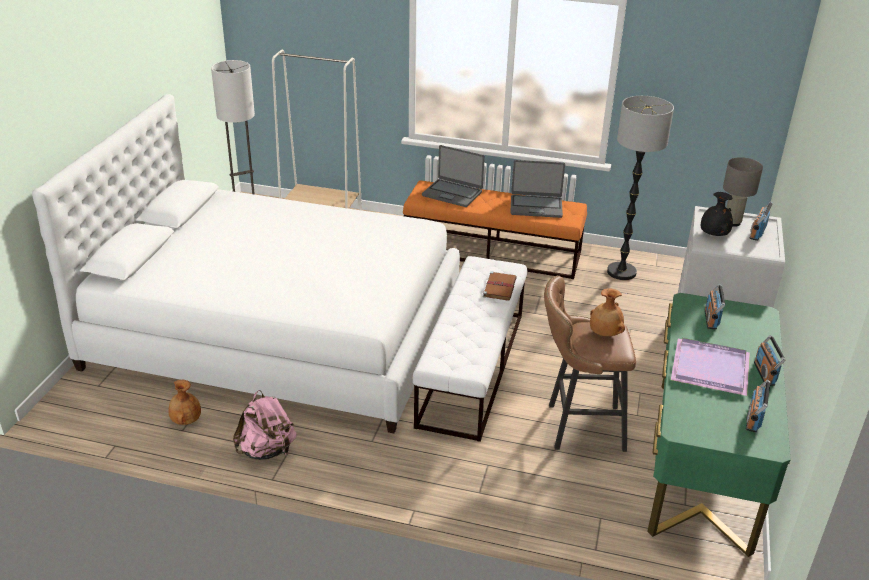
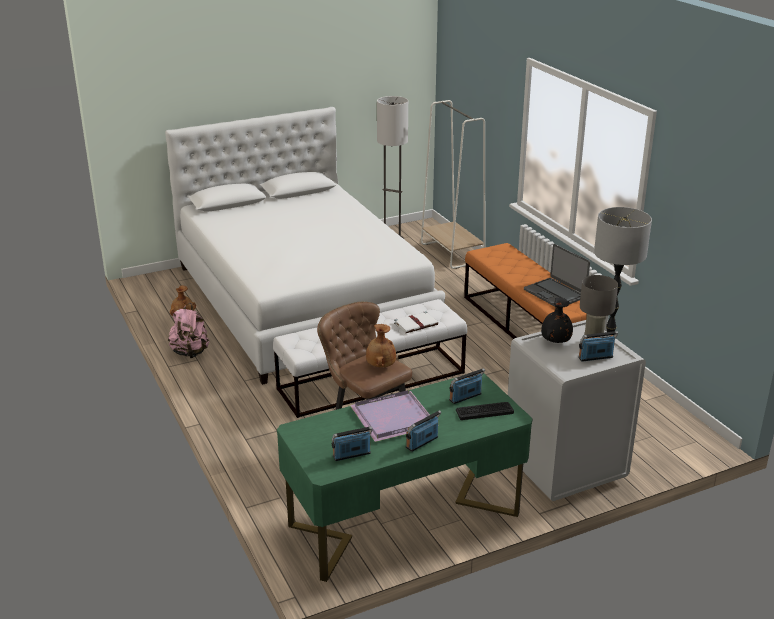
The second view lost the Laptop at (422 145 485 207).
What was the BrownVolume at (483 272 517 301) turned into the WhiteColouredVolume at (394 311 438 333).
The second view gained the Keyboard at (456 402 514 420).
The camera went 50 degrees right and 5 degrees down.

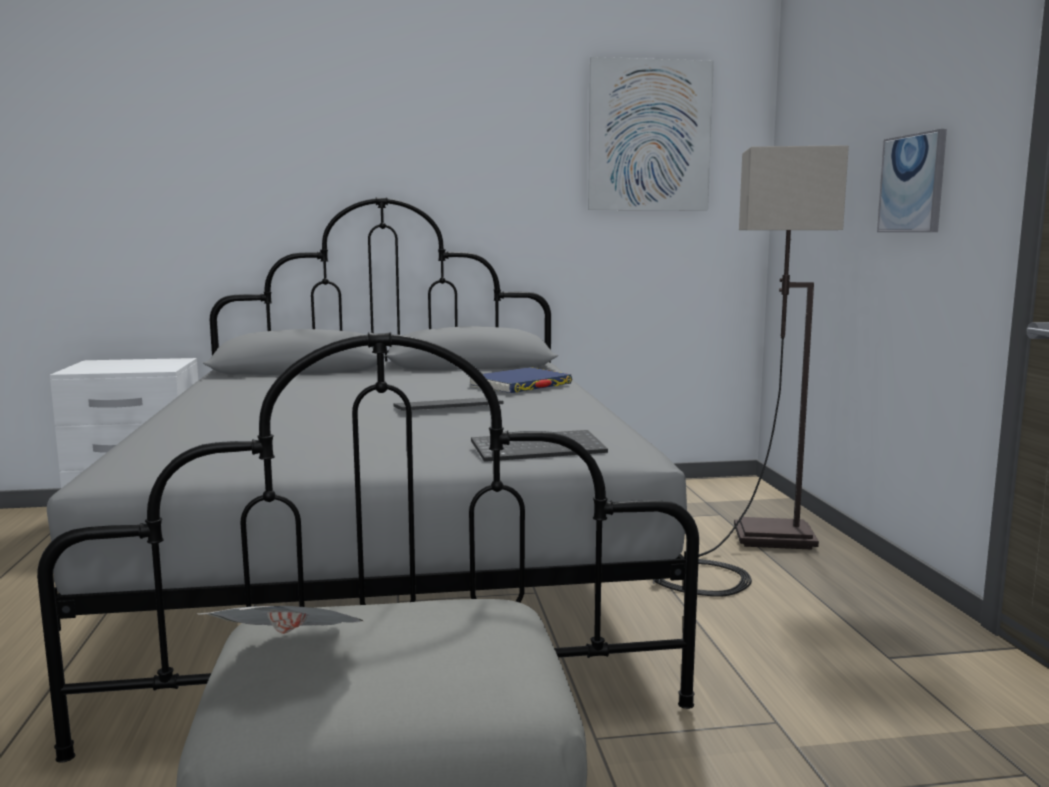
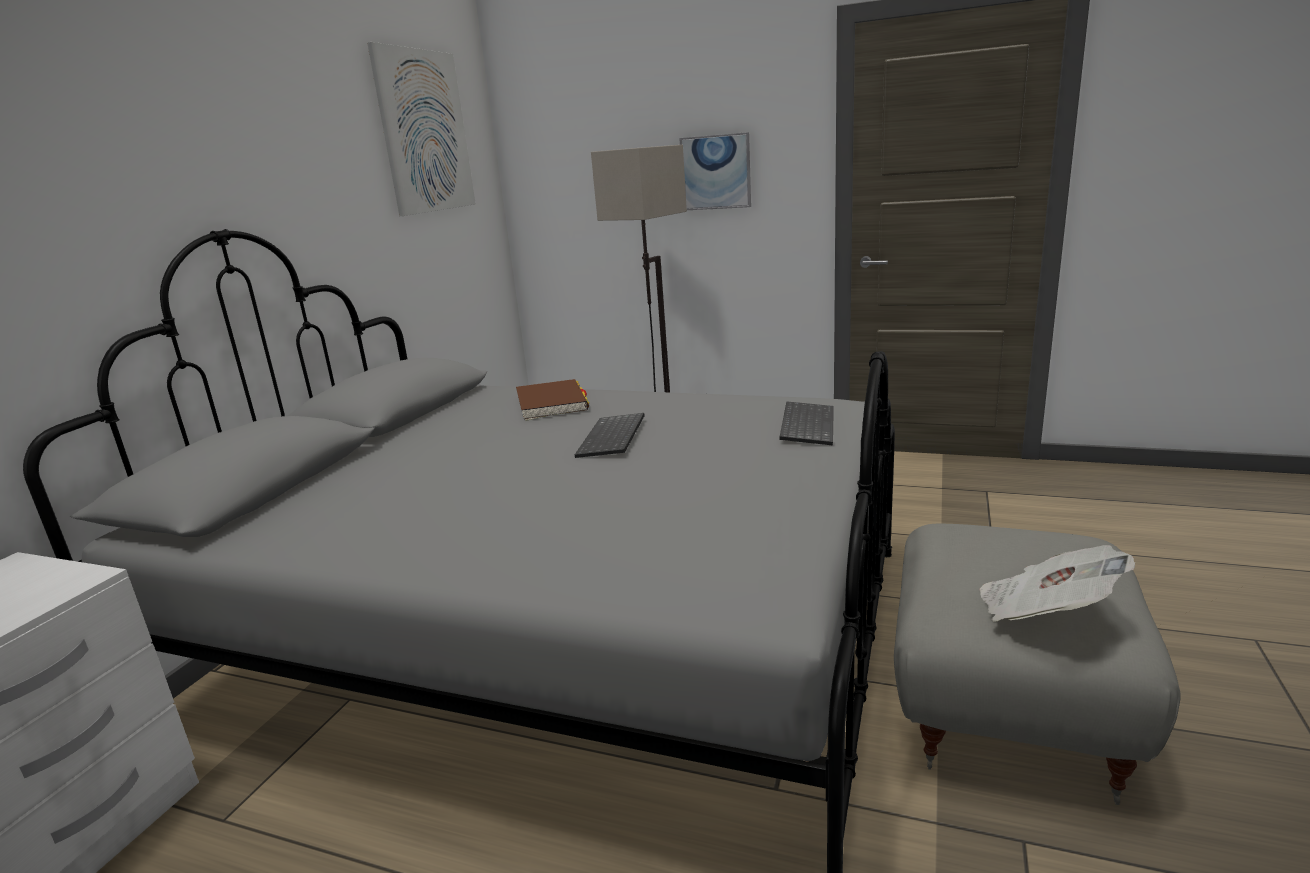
What was the BlueColouredVolume at (471 367 572 393) turned into the BrownVolume at (516 379 589 421).
The camera went 60 degrees left and 10 degrees up.

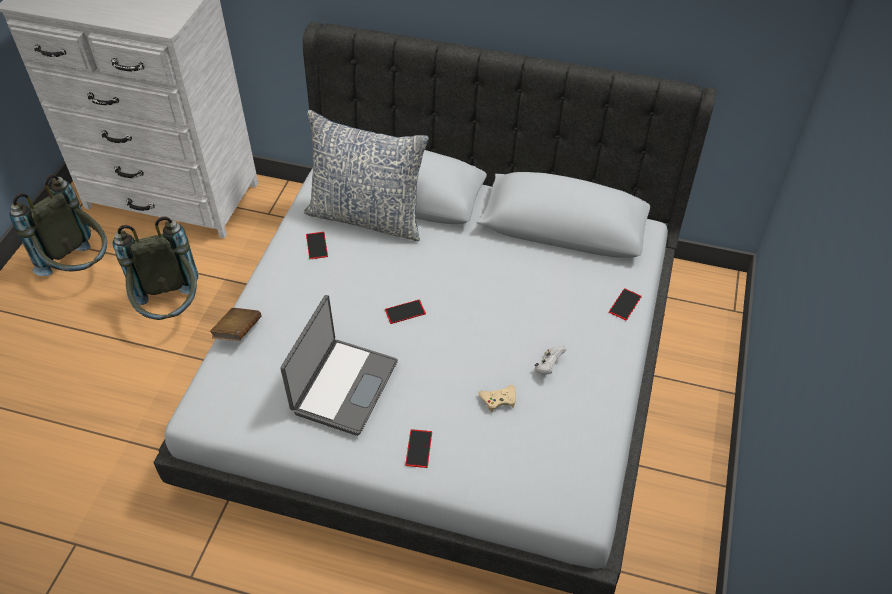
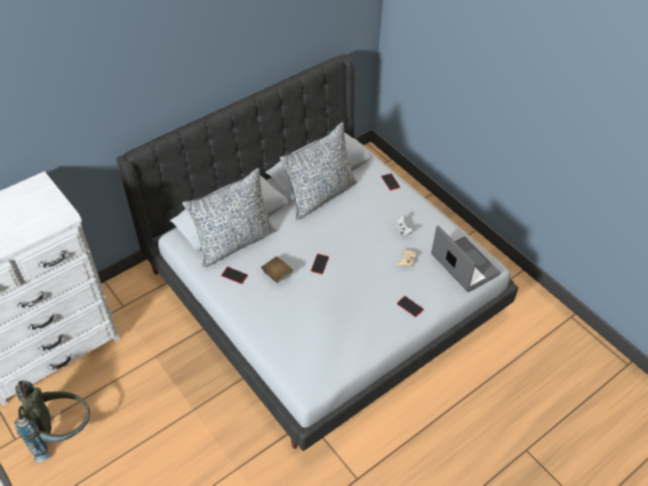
The second view lost the GreyRucksack at (112 217 198 320).
The BrownVolume ended up elsewhere, having gone from (210 308 262 341) to (261 257 293 283).
The Laptop ended up elsewhere, having gone from (280 295 398 436) to (431 226 501 292).
The second view gained the Cushion at (280 122 357 220).
The camera went 55 degrees left and 0 degrees up.

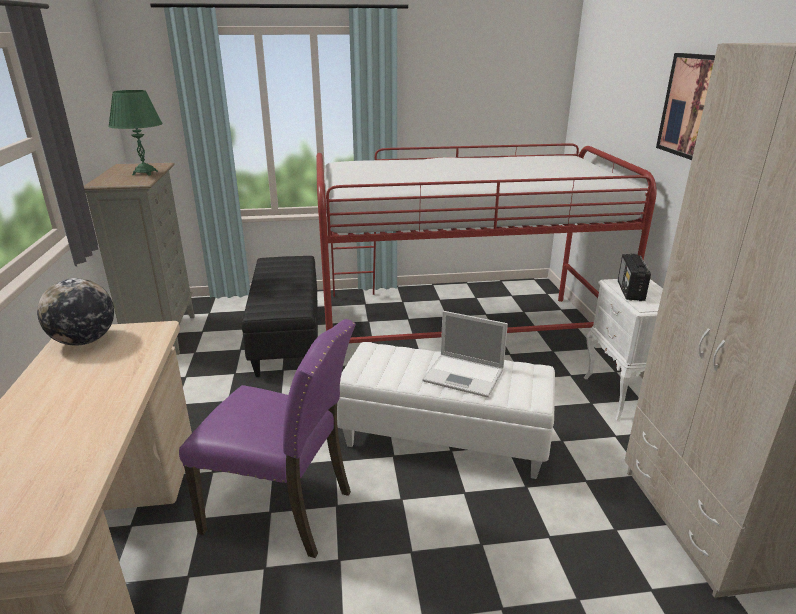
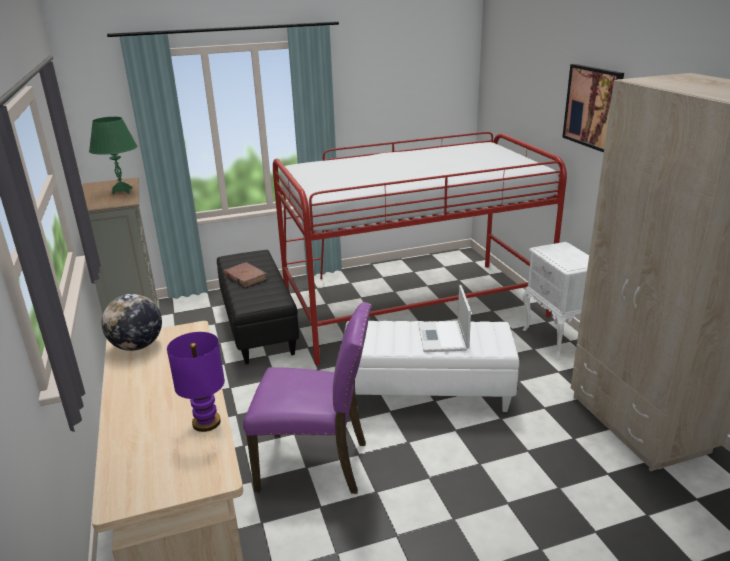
The Laptop at (422 311 508 398) ended up facing another way, 75 degrees clockwise from before.
The second view lost the RadioSet at (618 254 651 301).
The second view gained the PurpleTabletopLamp at (167 332 225 432).
The second view gained the BrownVolume at (224 262 268 287).
The camera went 10 degrees left and 0 degrees up.

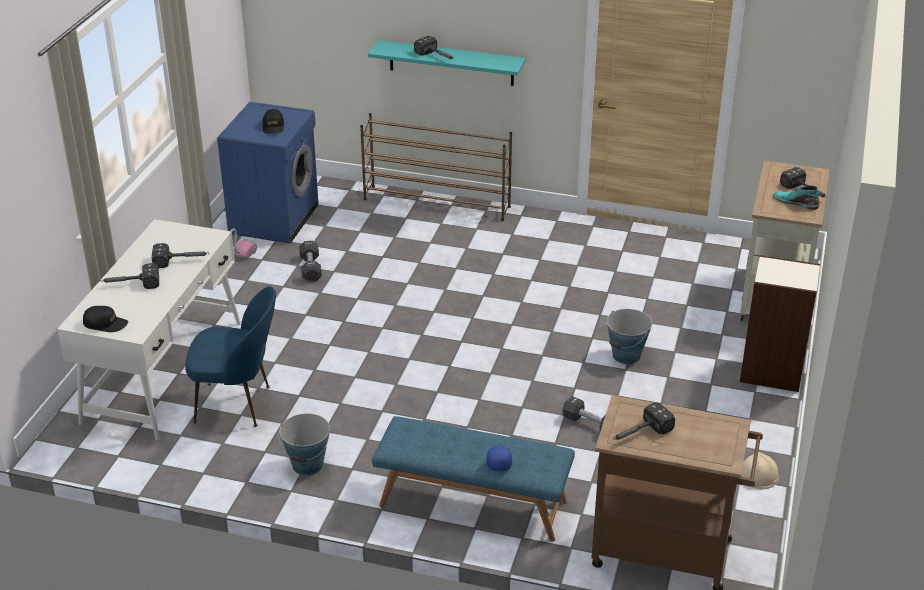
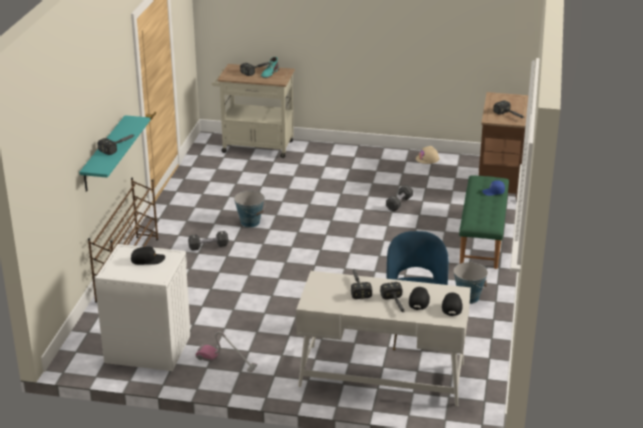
What was the BlueColouredLaundryMachine at (217 102 319 244) turned into the WhiteColouredLaundryMachine at (95 244 191 371).
The BlackColouredHandWeight ended up elsewhere, having gone from (299 241 322 282) to (188 231 229 251).
What was the BlueColouredIndoorBench at (372 416 575 542) turned into the GreenColouredIndoorBench at (459 175 509 269).
The Bucket ended up elsewhere, having gone from (605 309 652 364) to (234 191 265 228).
The second view lost the Bookcase at (740 255 820 392).
The second view gained the BlackColouredPeakedCap at (409 287 430 310).
The camera went 95 degrees left and 5 degrees down.

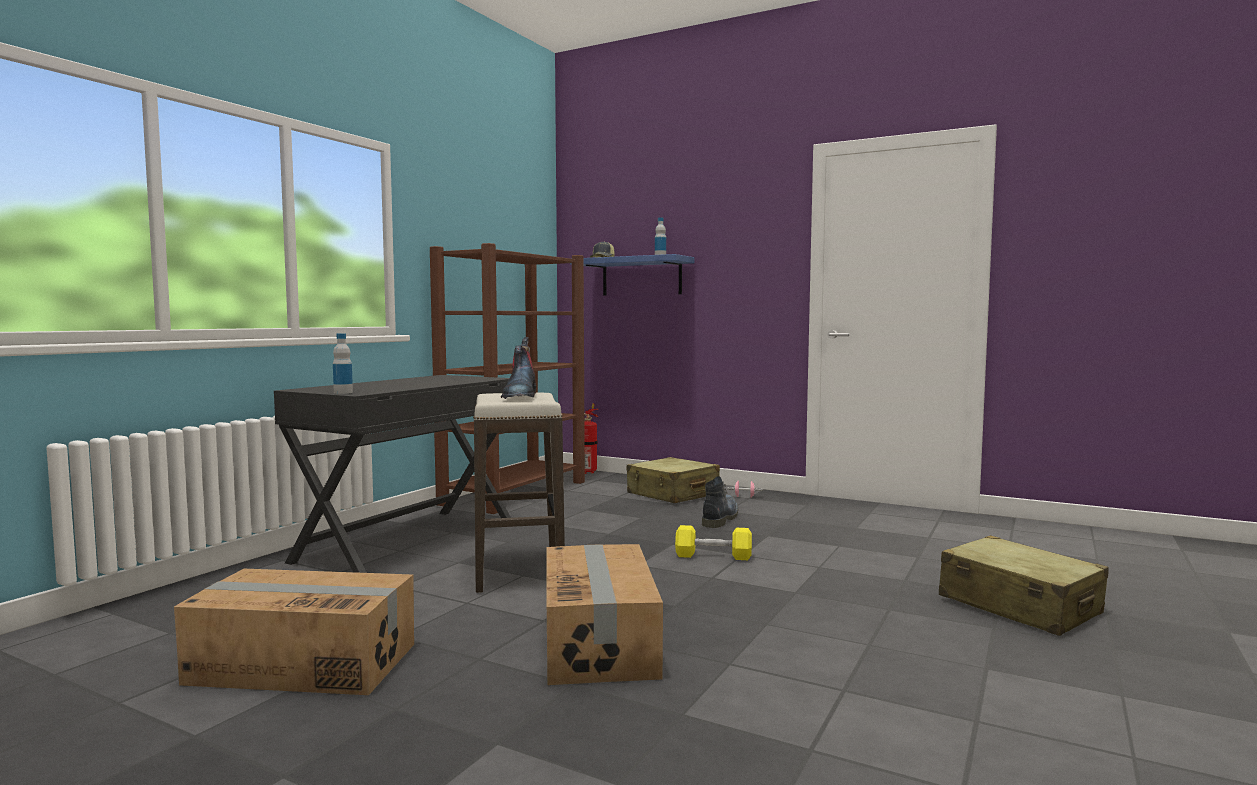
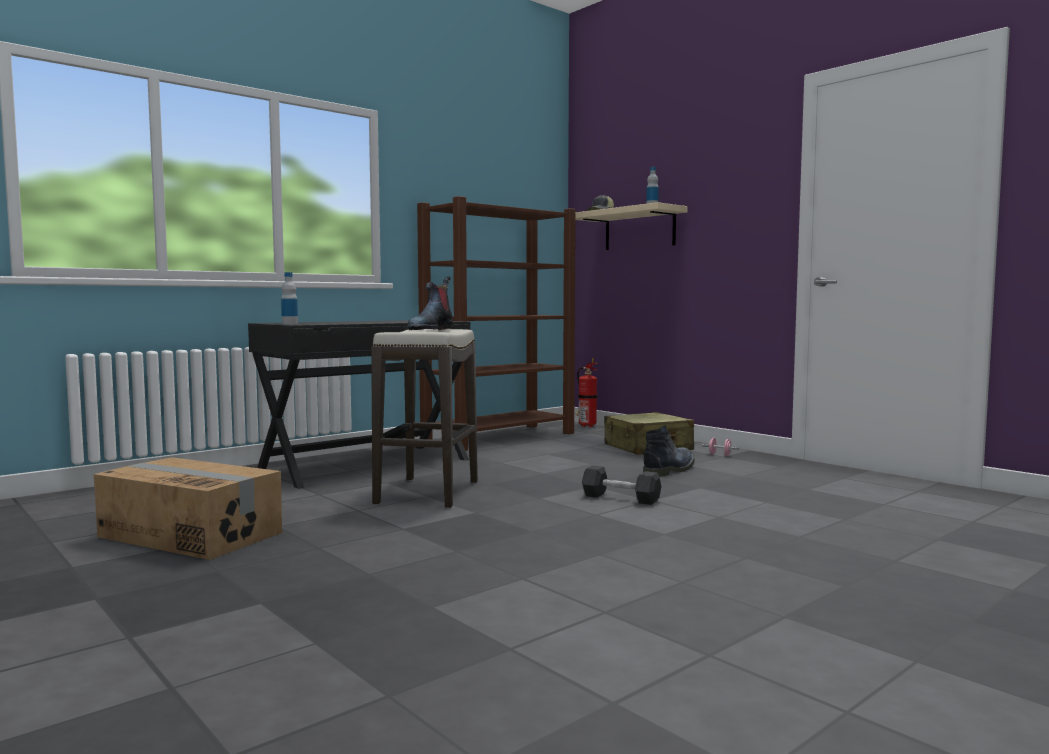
The second view lost the PackingBox at (546 544 663 685).
What was the BlueColouredShelf at (570 254 694 296) turned into the BeigeColouredShelf at (576 202 688 250).
What was the YellowHandWeight at (675 525 752 560) turned into the BlackColouredHandWeight at (582 466 661 505).
The second view lost the BeigeColouredPieceOfLuggage at (939 535 1109 636).
The camera went 20 degrees right and 0 degrees up.

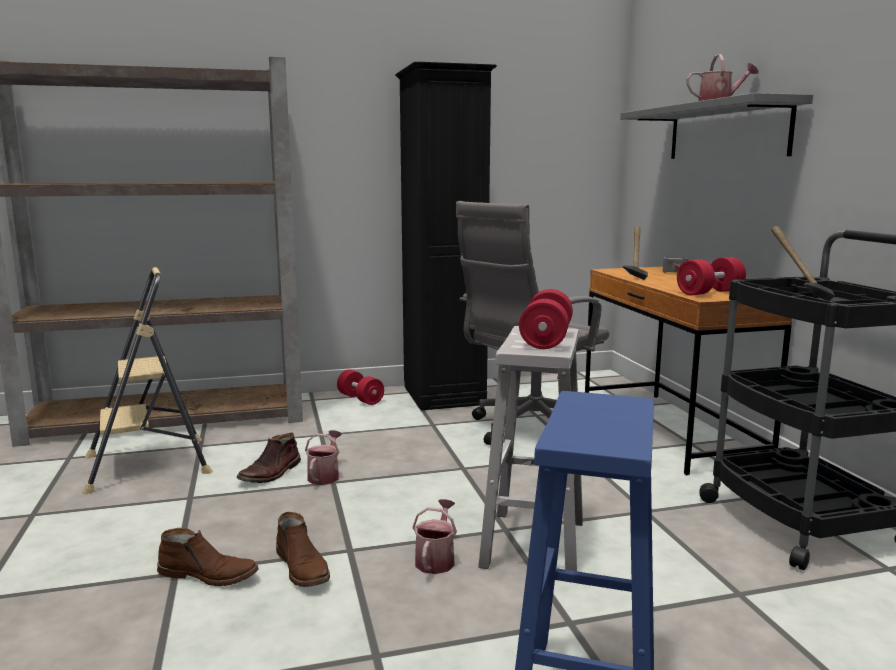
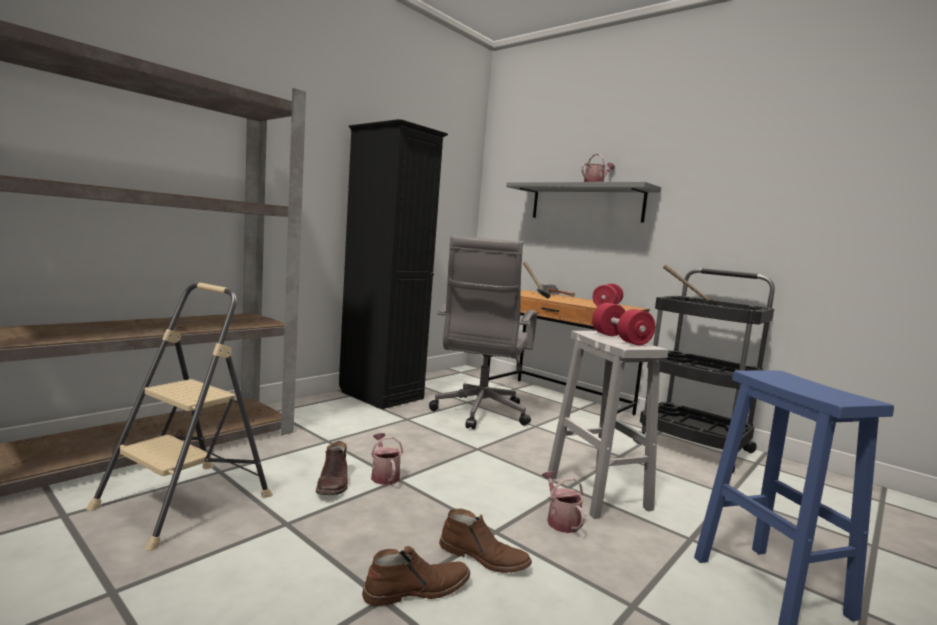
The second view lost the RedHandWeight at (337 369 384 405).
The camera went 35 degrees left and 5 degrees down.

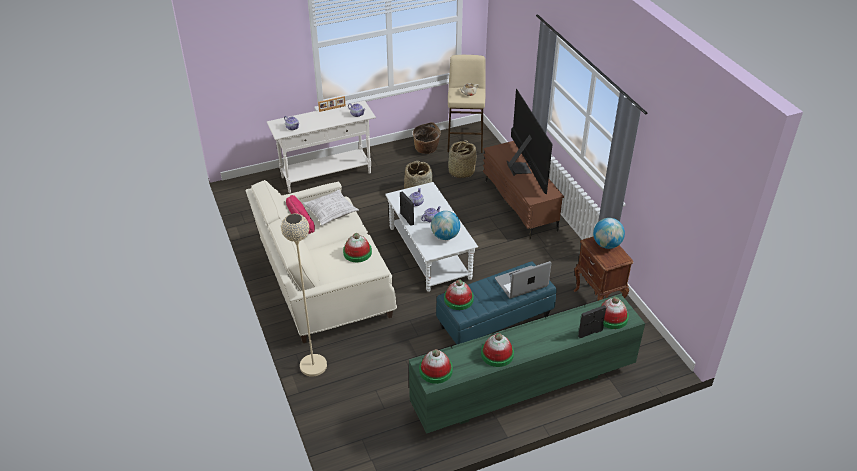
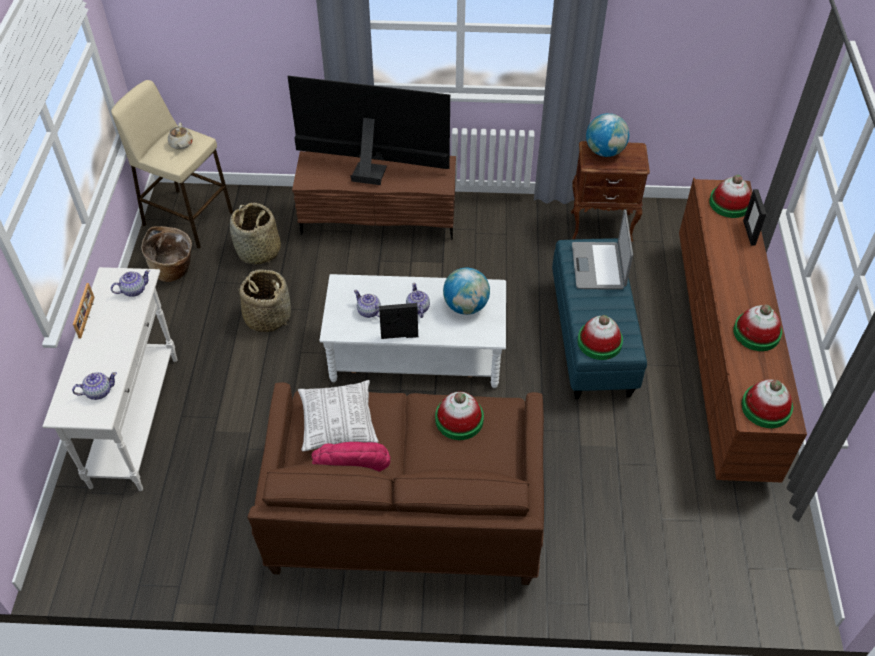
What was the WhiteColouredSofa at (245 180 397 343) turned into the BrownSofa at (247 382 544 585).
The second view lost the BeigeColouredStandardLamp at (281 213 327 377).
What was the GreenColouredCabinet at (409 294 645 434) turned into the BrownCabinet at (679 178 807 482).
The camera went 65 degrees left and 10 degrees up.

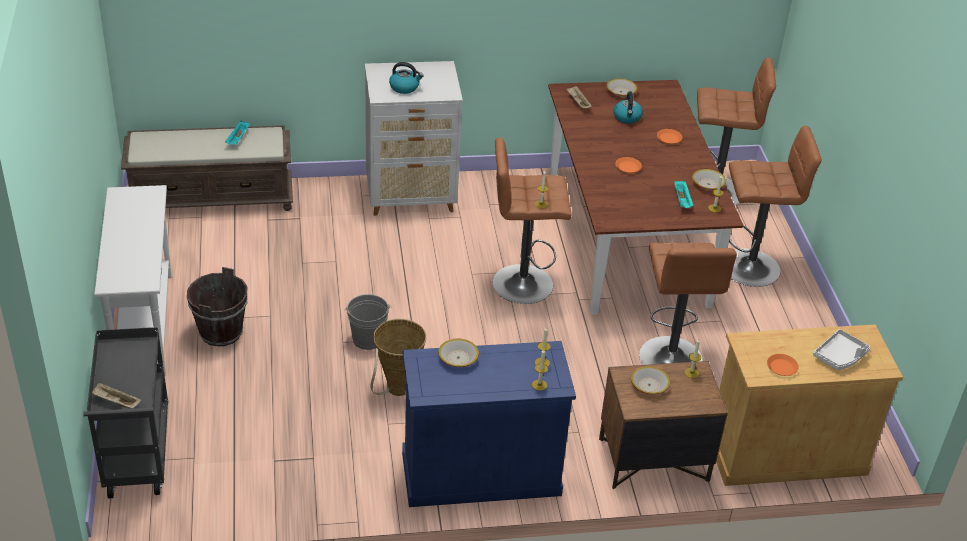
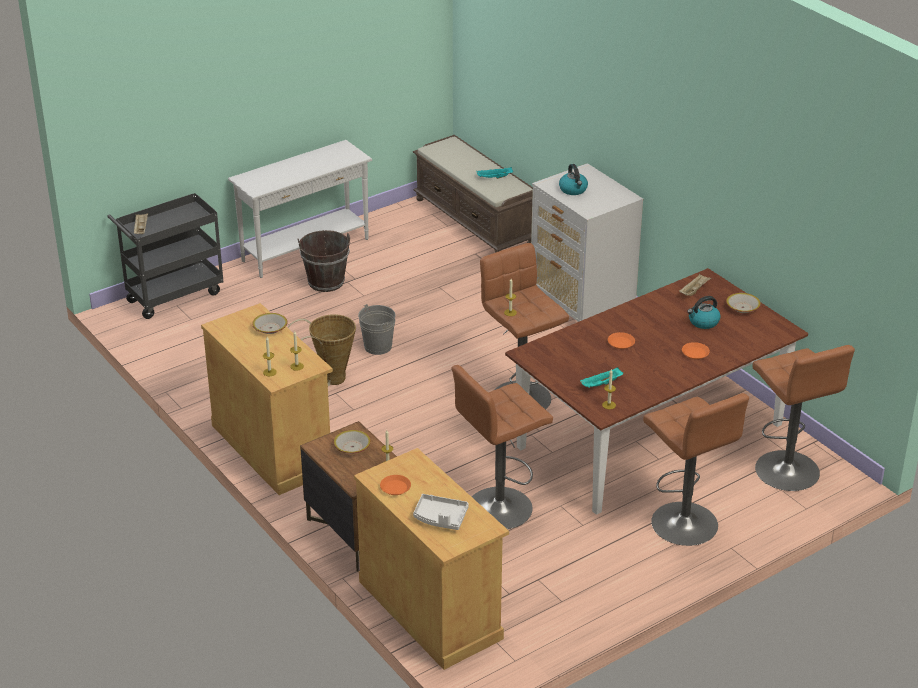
What was the BlueColouredCabinet at (402 341 576 507) turned into the BeigeColouredCabinet at (201 303 333 495).
The second view lost the DeepDish at (692 169 726 190).
The camera went 65 degrees right and 5 degrees down.

